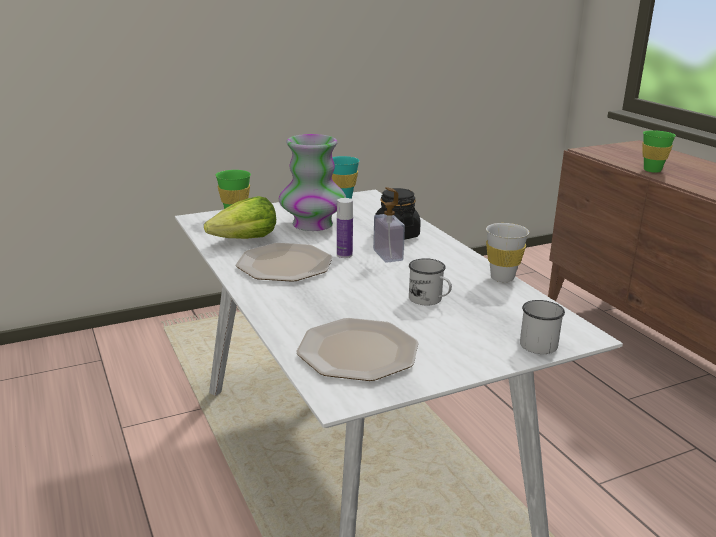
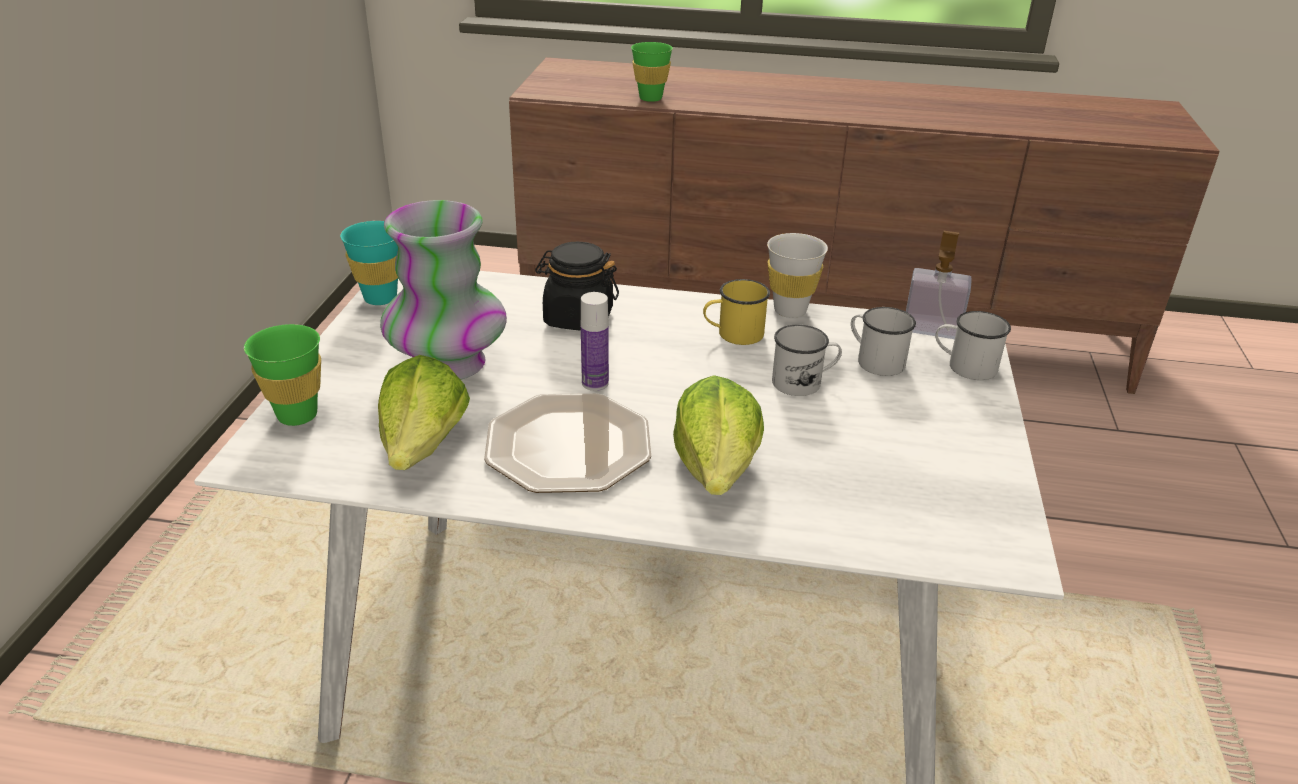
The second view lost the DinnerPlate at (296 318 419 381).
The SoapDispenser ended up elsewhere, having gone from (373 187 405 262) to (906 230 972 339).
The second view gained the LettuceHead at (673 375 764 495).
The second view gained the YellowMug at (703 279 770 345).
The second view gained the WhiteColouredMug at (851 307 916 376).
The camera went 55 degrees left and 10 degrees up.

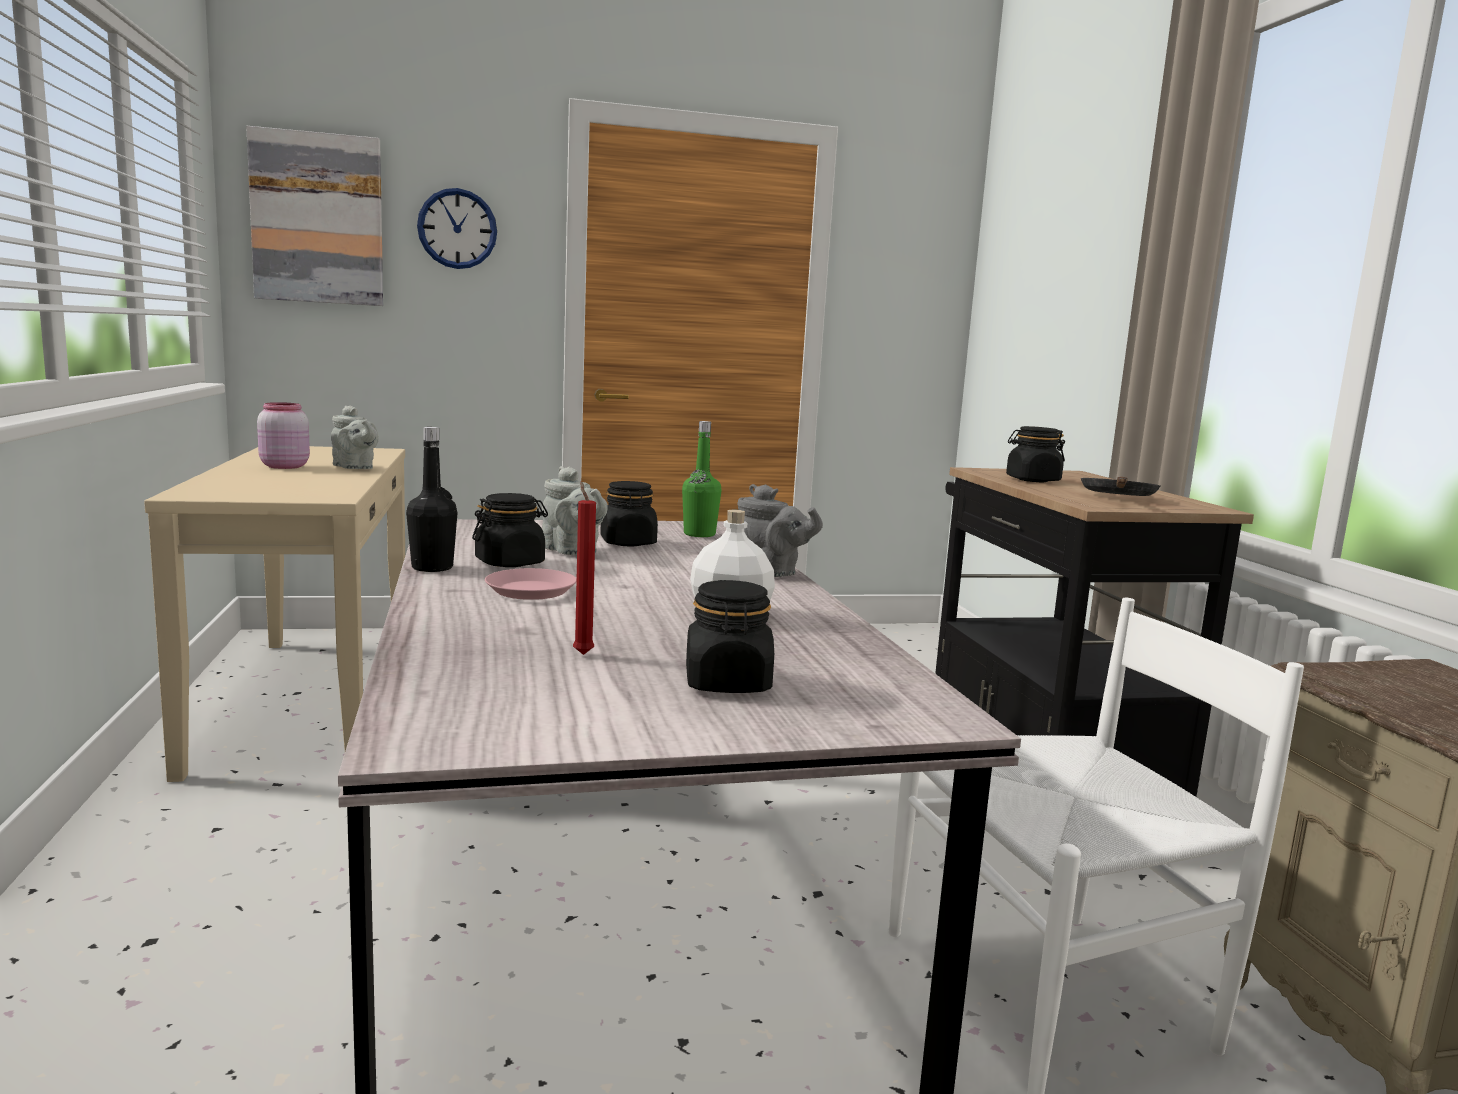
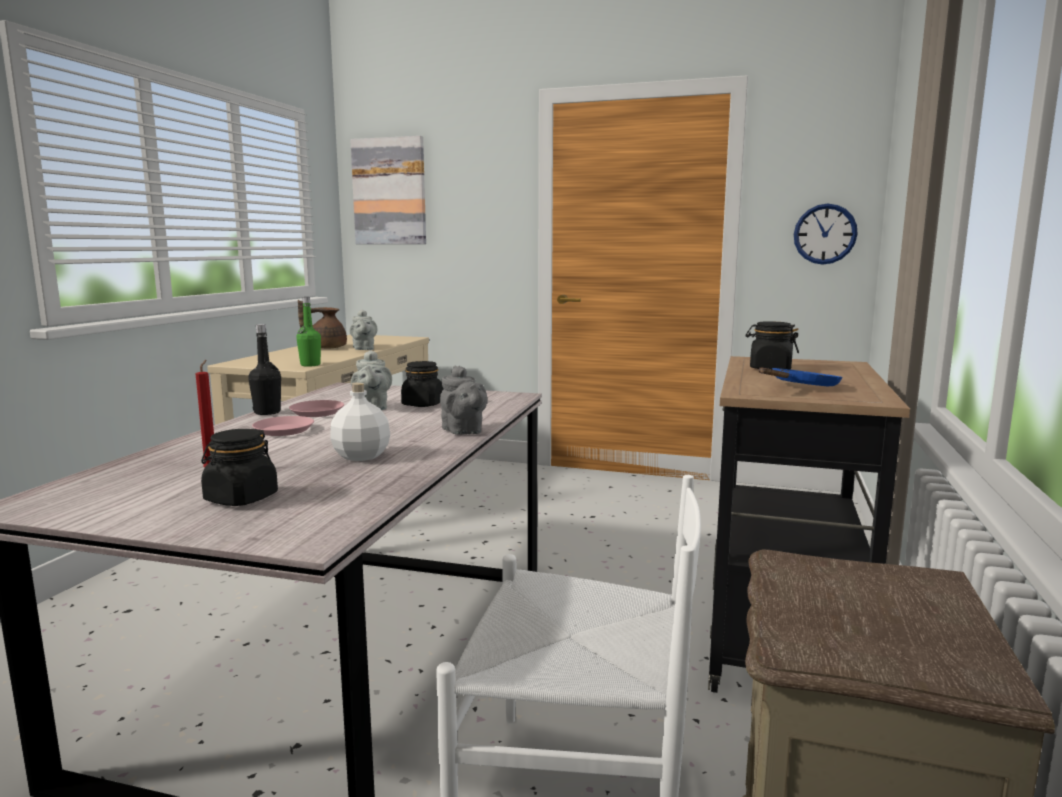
Where the PinkishStorageJar stood at (257 402 310 469), the BrownTeapot came to stand at (298 300 347 348).
The HangingClock ended up elsewhere, having gone from (417 188 497 269) to (794 204 858 265).
Where the BlackColouredStorageJar stood at (472 493 548 567), the PinkishDinnerPlate came to stand at (289 400 344 417).
The GreenColouredBottle ended up elsewhere, having gone from (682 421 722 537) to (296 297 321 367).
What was the BlackColouredFryingPan at (1081 477 1160 496) turned into the BlueColouredFryingPan at (759 368 843 386).
The camera went 30 degrees right and 0 degrees up.

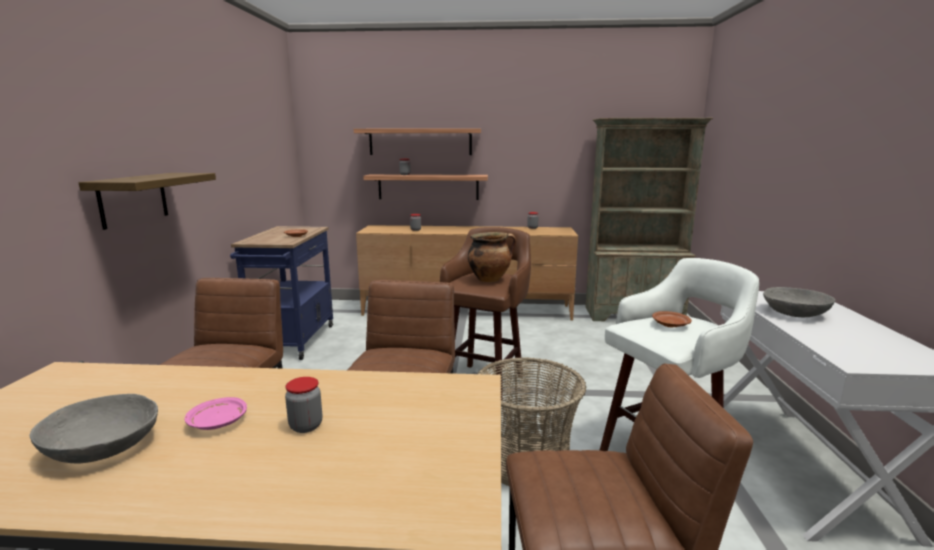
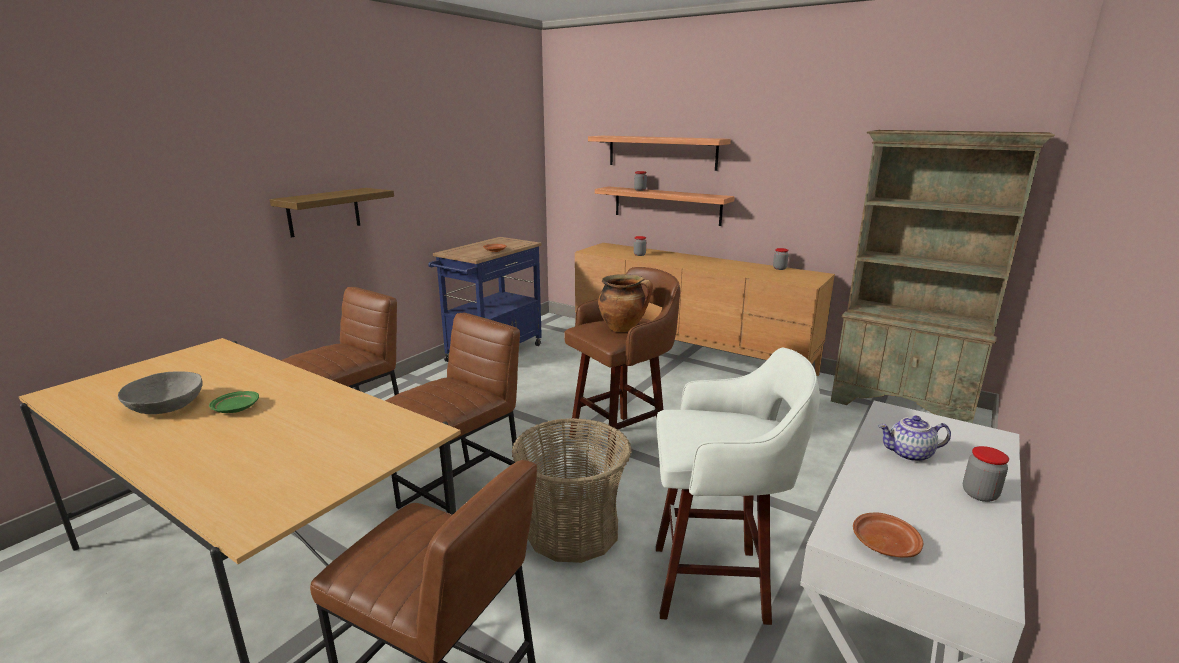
What was the PinkishDinnerPlate at (185 397 247 430) turned into the GreenColouredDinnerPlate at (209 391 259 413).
The StorageJar ended up elsewhere, having gone from (285 377 322 433) to (963 446 1009 502).
The BrownDinnerPlate ended up elsewhere, having gone from (652 311 692 327) to (853 513 923 558).
Where the GreyDeepDish stood at (763 287 835 317), the Teapot came to stand at (878 416 951 462).
The camera went 30 degrees right and 5 degrees up.

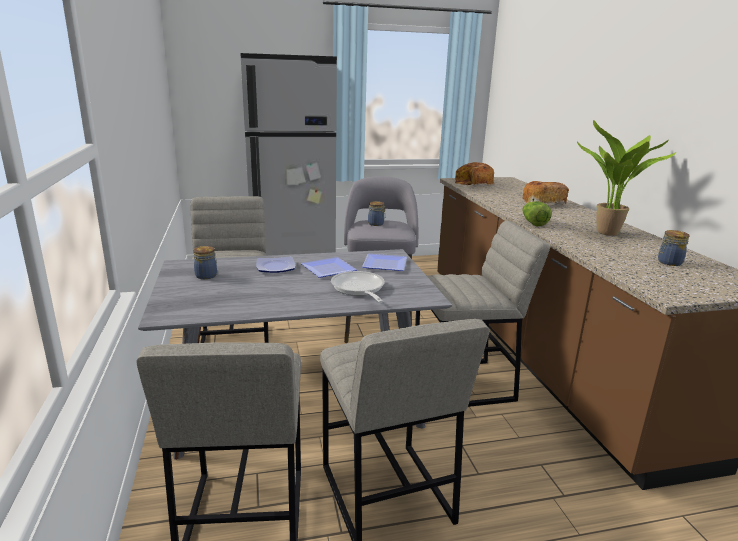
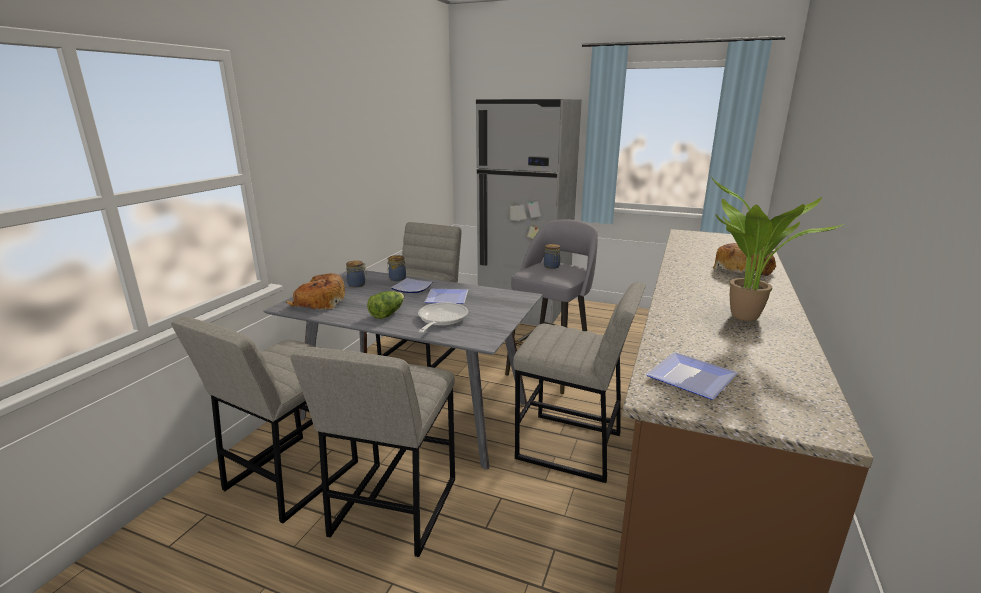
The DinnerPlate ended up elsewhere, having gone from (362 254 407 271) to (646 352 737 400).
The Bread ended up elsewhere, having gone from (455 162 494 185) to (286 273 345 310).
The LettuceHead ended up elsewhere, having gone from (522 201 552 226) to (367 291 404 319).
The StorageJar ended up elsewhere, having gone from (658 230 690 266) to (387 255 406 281).
The camera went 35 degrees right and 0 degrees up.

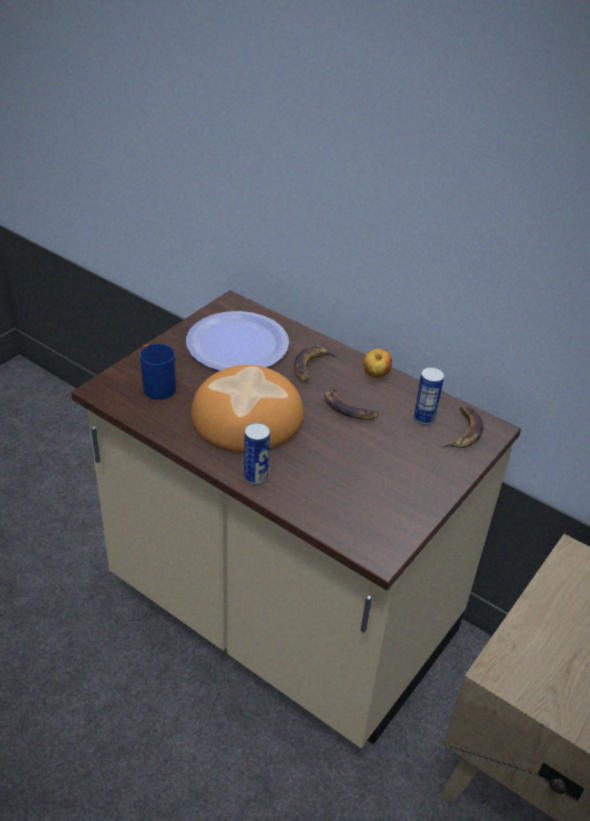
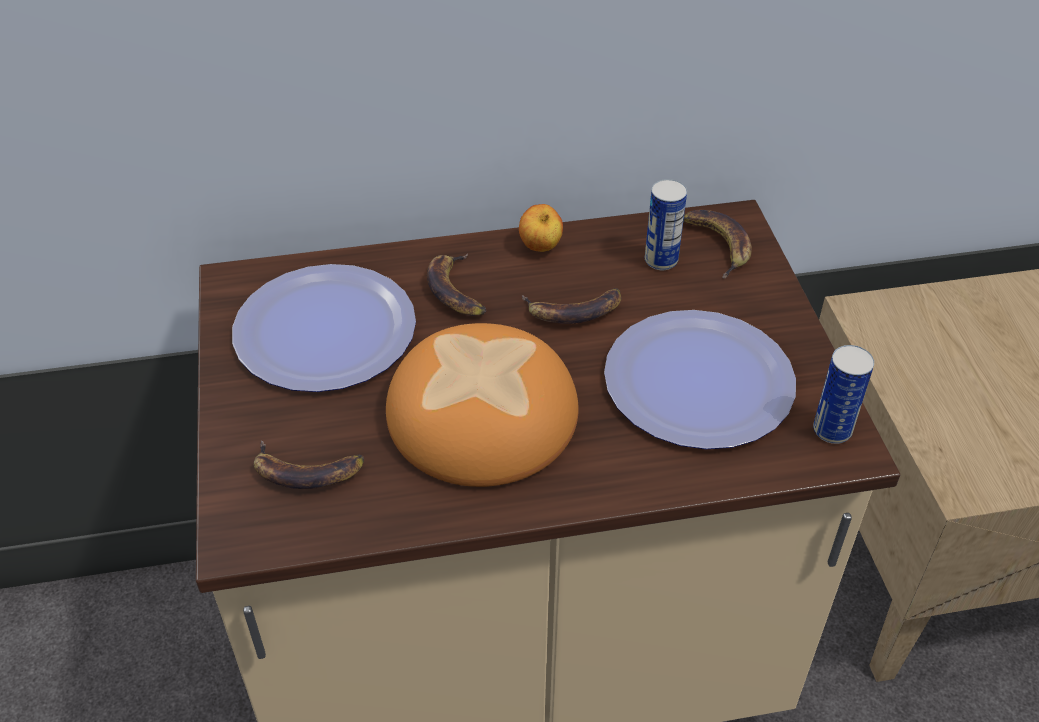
Where the BlueColouredMug stood at (140 344 176 400), the WholeBanana came to stand at (254 440 364 489).
The SealedCan ended up elsewhere, having gone from (244 423 270 485) to (813 345 874 444).
The second view gained the DinnerPlate at (604 310 796 449).
The camera went 45 degrees left and 5 degrees up.

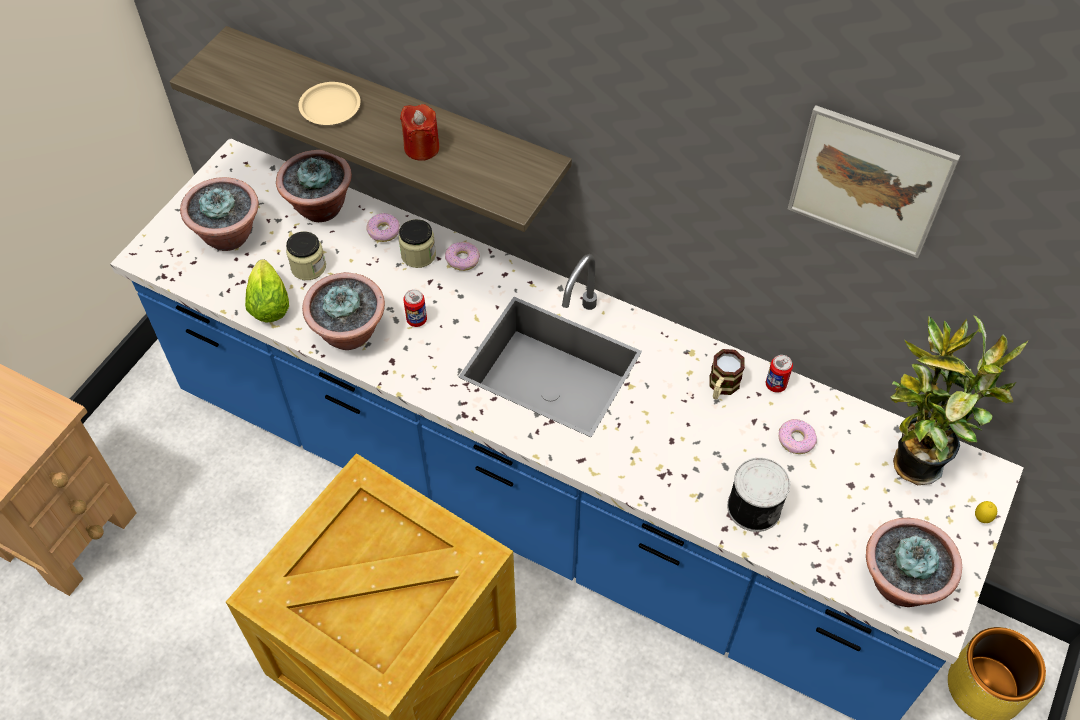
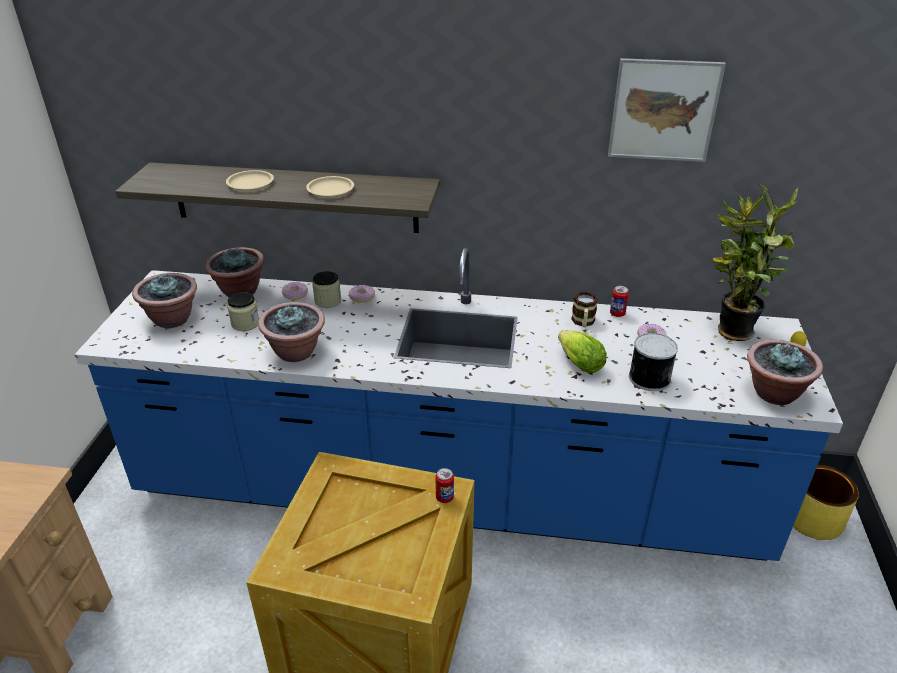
The LettuceHead ended up elsewhere, having gone from (245 259 289 322) to (558 330 607 373).
Where the RedWaxLight stood at (400 104 440 161), the BeigeColouredDinnerPlate came to stand at (306 176 354 197).
The SealedCan ended up elsewhere, having gone from (403 289 427 327) to (435 468 454 503).
The camera went 20 degrees left and 20 degrees down.

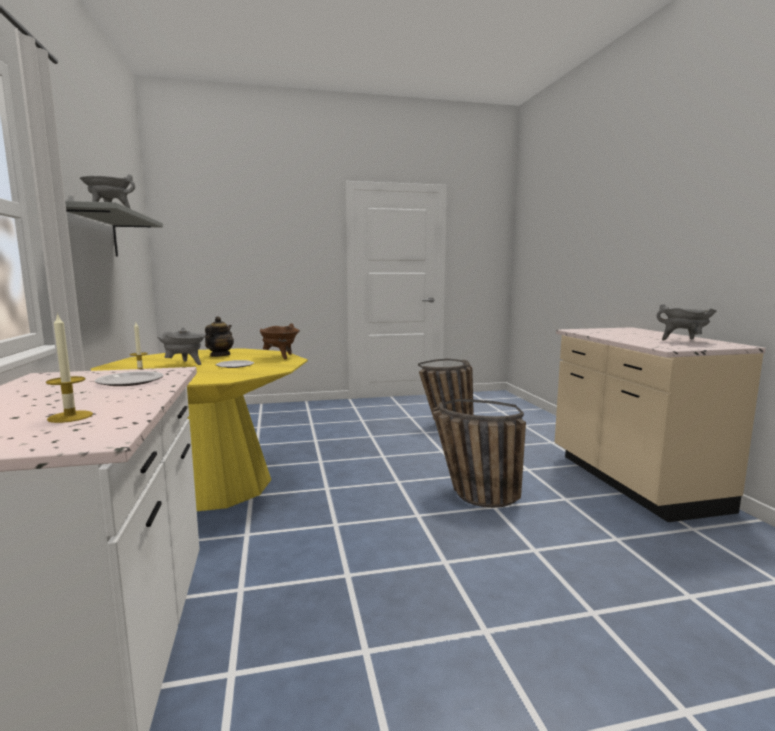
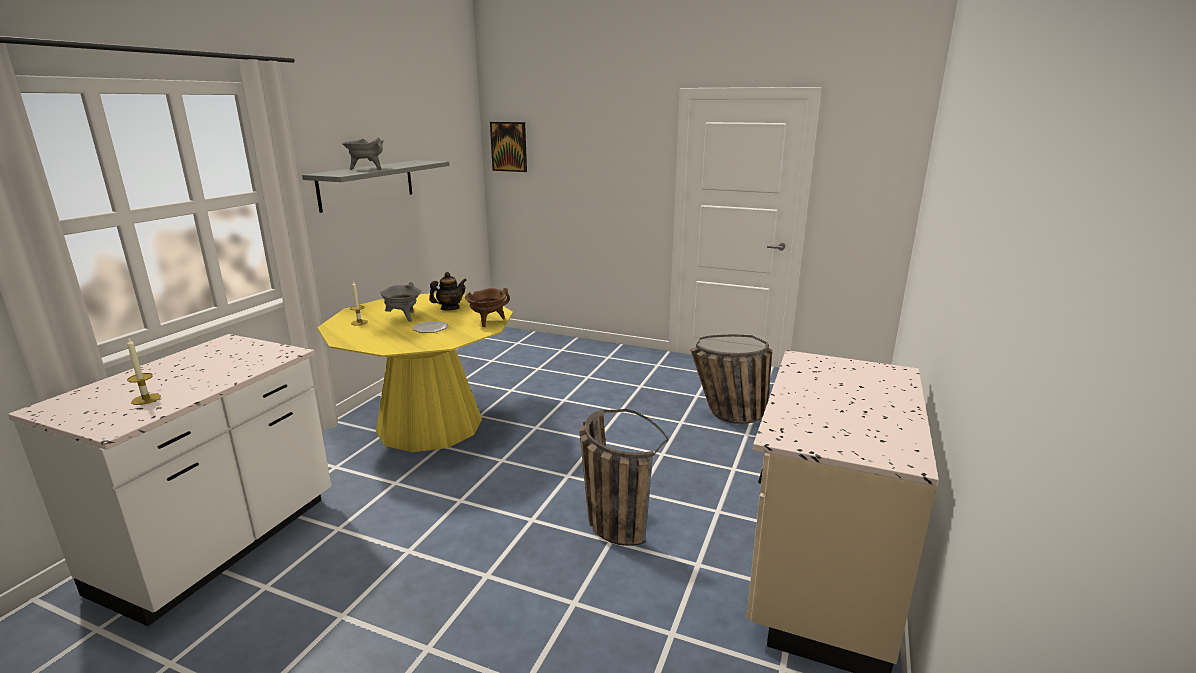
The second view lost the DinnerPlate at (95 371 163 386).
The second view lost the GreyStockpot at (657 304 717 340).
The second view gained the Picture at (490 122 527 172).
The camera went 35 degrees right and 10 degrees up.

